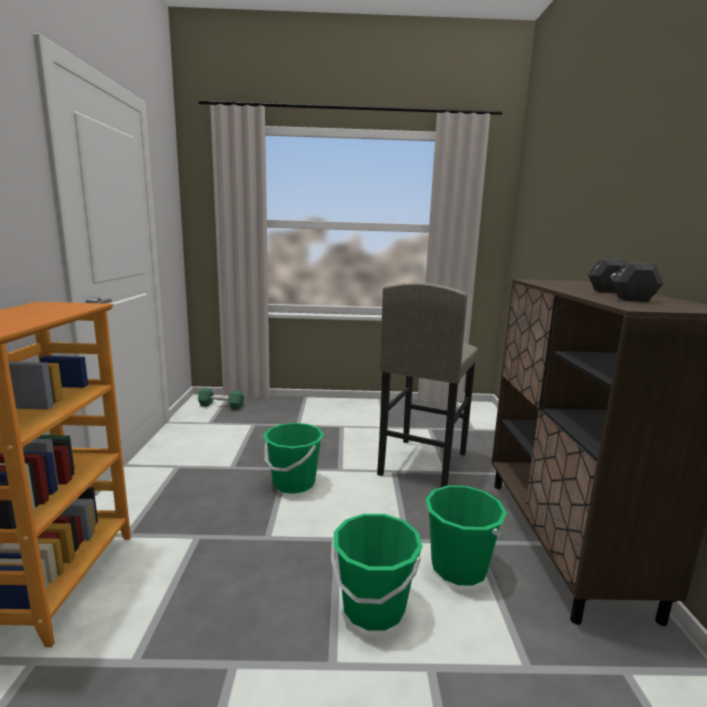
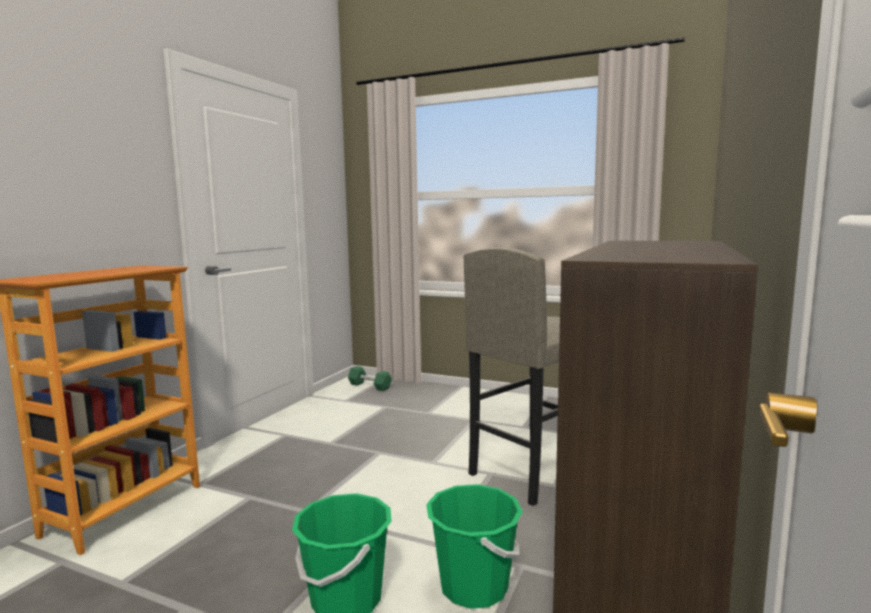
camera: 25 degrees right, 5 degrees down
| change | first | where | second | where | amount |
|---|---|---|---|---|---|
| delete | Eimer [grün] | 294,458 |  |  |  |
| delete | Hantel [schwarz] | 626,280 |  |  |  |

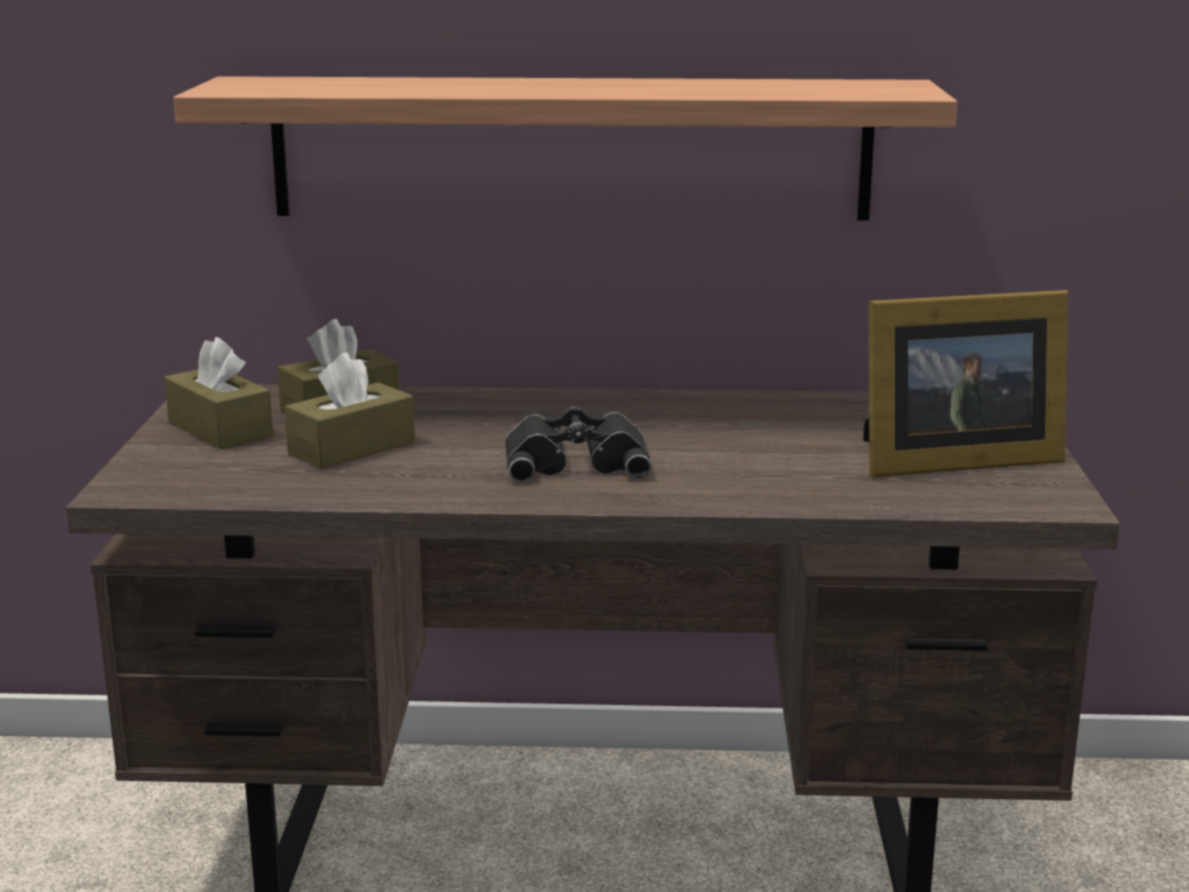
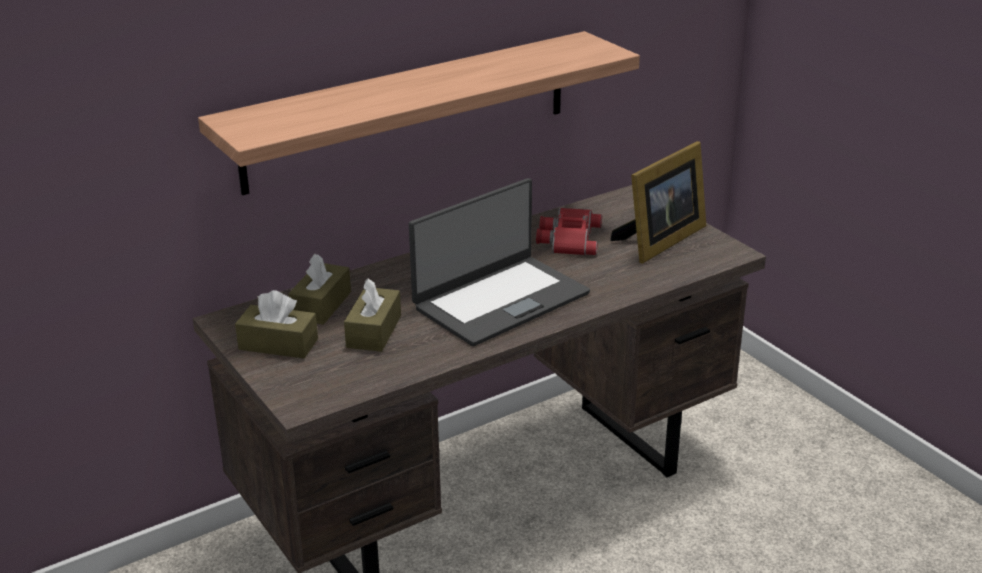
camera: 35 degrees left, 10 degrees up
| change | first | where | second | where | amount |
|---|---|---|---|---|---|
| insert |  |  | Fernglas [rot] | 569,231 |  |
| replace | Fernglas [schwarz] | 578,444 | Laptop | 499,262 |  |

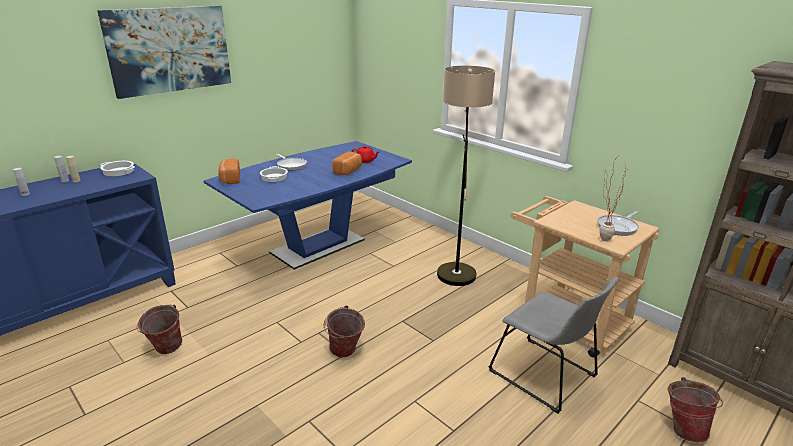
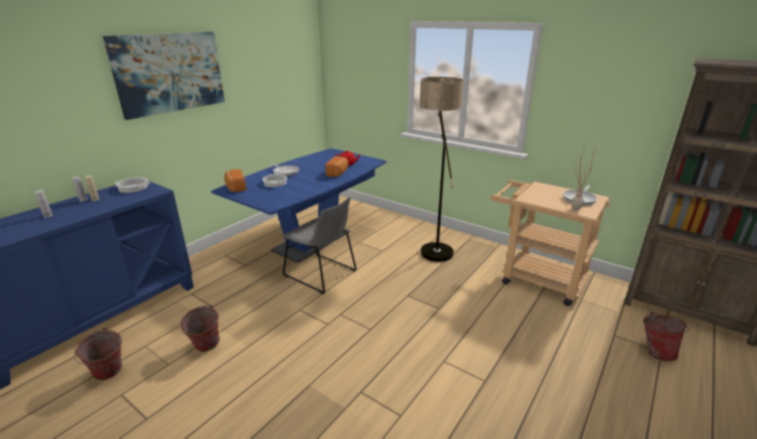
camera: 10 degrees left, 0 degrees up
| change | first | where | second | where | amount |
|---|---|---|---|---|---|
| move | Eimer | 344,331 |  | 98,354 |  |
| move | Stuhl [grau] | 554,345 |  | 319,245 |  |

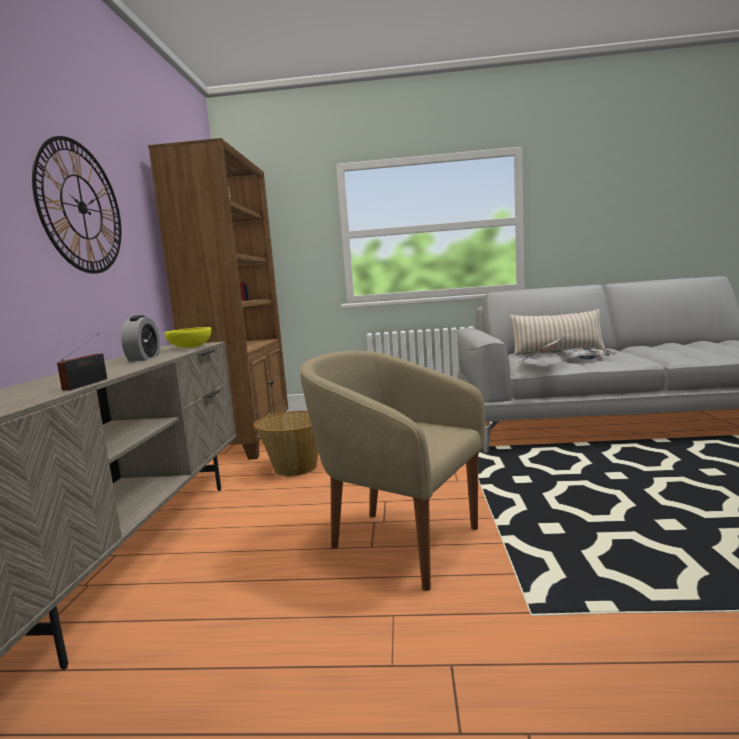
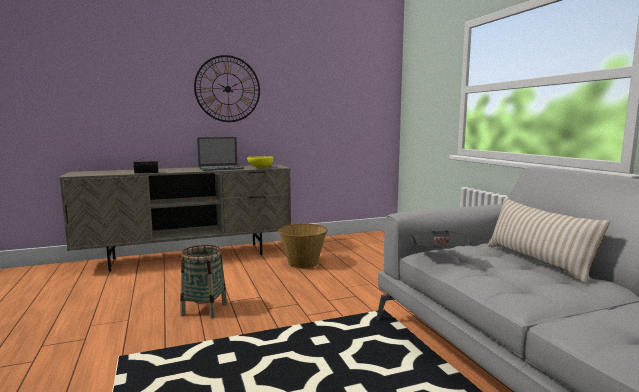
camera: 65 degrees right, 0 degrees up
| change | first | where | second | where | amount |
|---|---|---|---|---|---|
| delete | Bücherregal [braun] | 218,299 |  |  |  |
| delete | Tablett | 589,353 |  |  |  |
| replace | Wecker | 140,338 | Laptop | 220,154 |  |
| replace | Sessel [beige] | 392,471 | Korb | 203,282 |  |

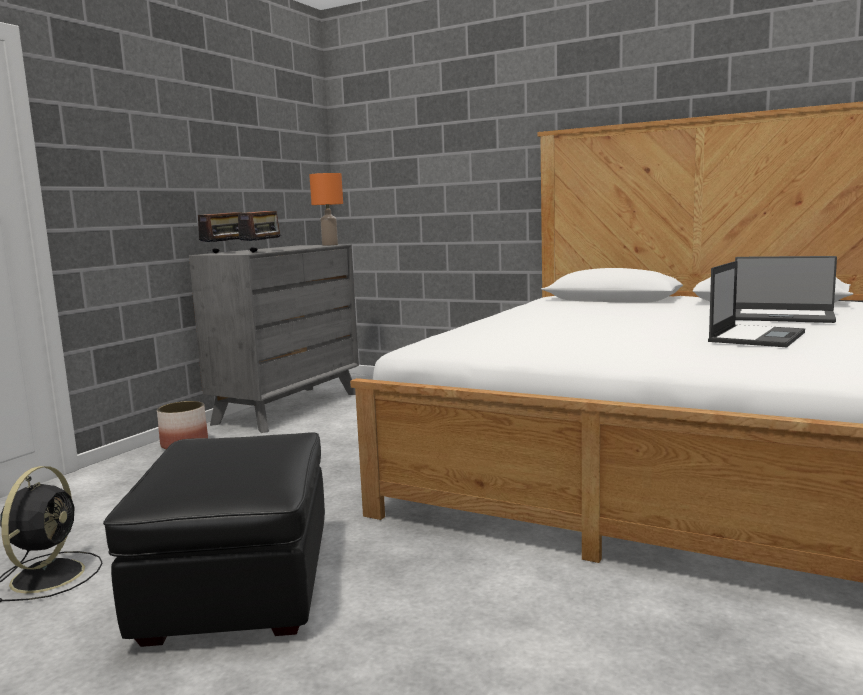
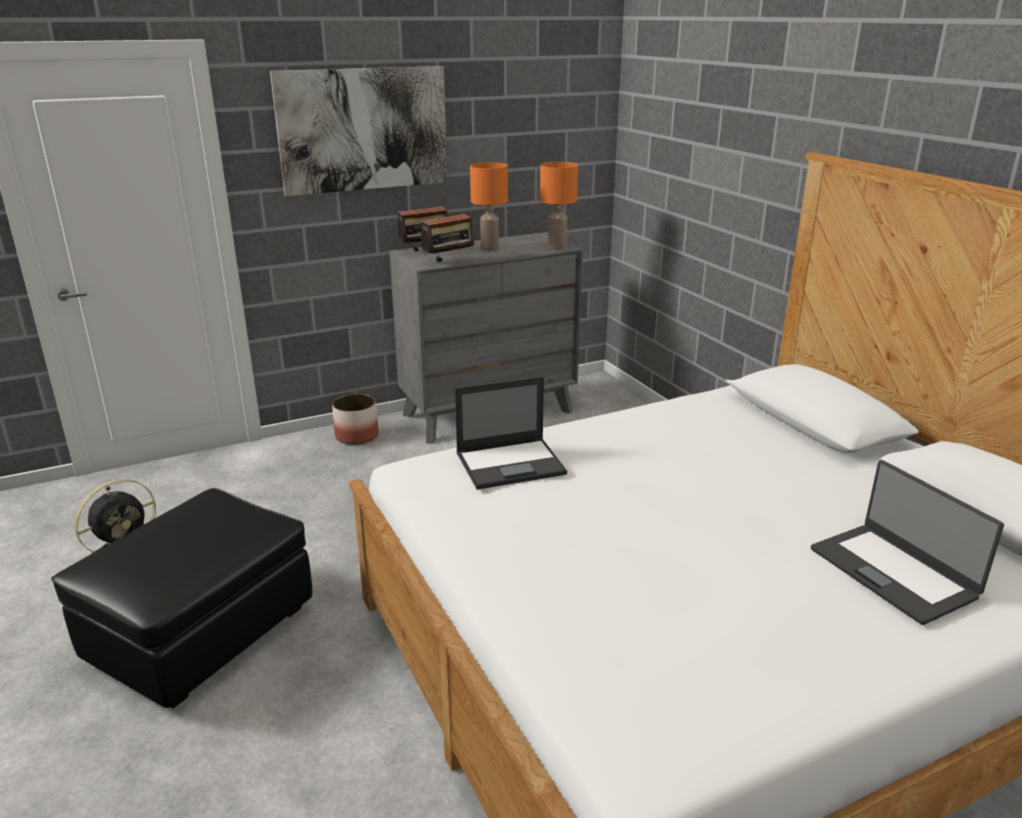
camera: 35 degrees right, 15 degrees up
| change | first | where | second | where | amount |
|---|---|---|---|---|---|
| insert |  |  | Bild | 358,131 |  |
| insert |  |  | Tischlampe [orange] | 489,206 |  |
| move | Laptop | 756,304 |  | 511,433 |  |

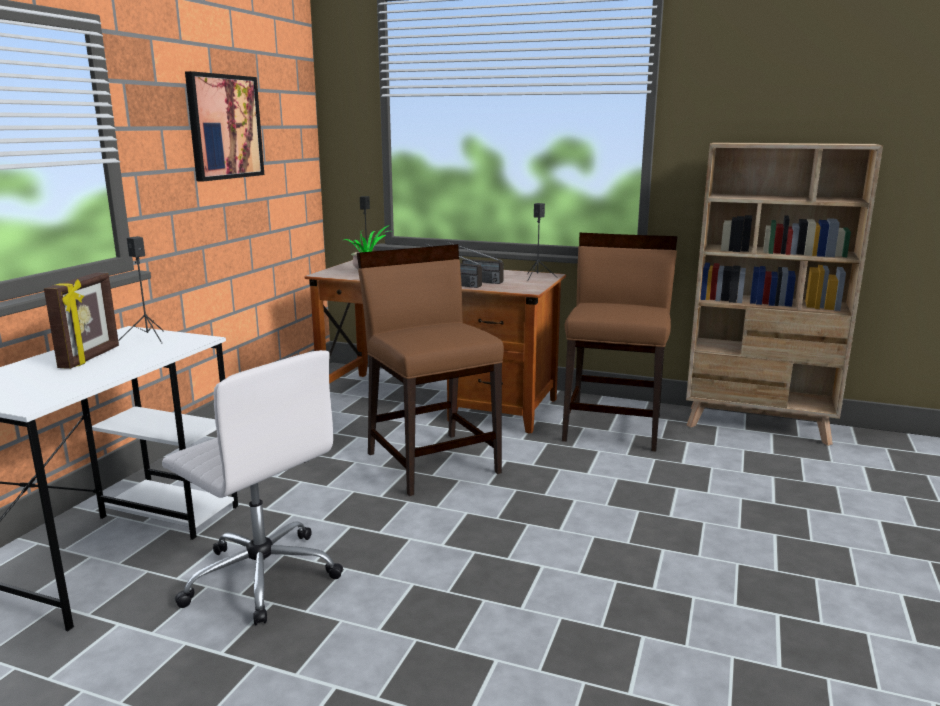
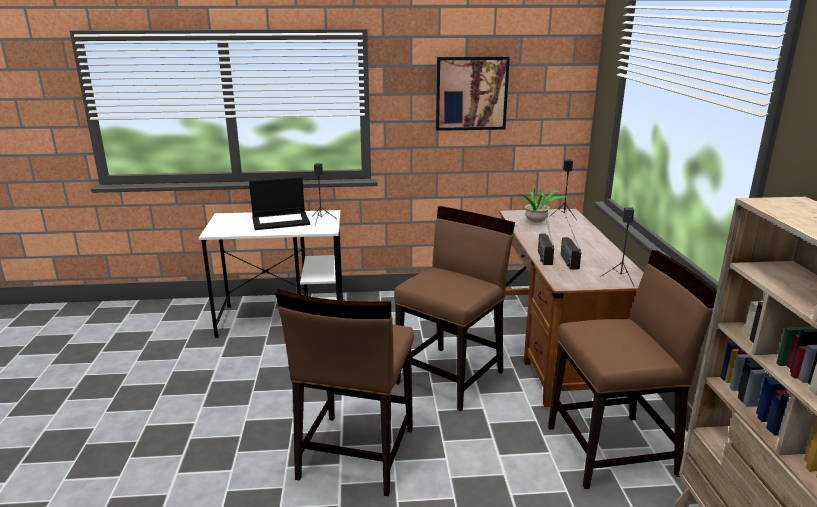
camera: 65 degrees right, 5 degrees up
| change | first | where | second | where | amount |
|---|---|---|---|---|---|
| delete | Bürostuhl [weiß] | 252,487 |  |  |  |
| insert |  |  | Stuhl [braun] | 344,392 |  |
| replace | Bilderrahmen | 81,320 | Laptop | 279,203 |  |

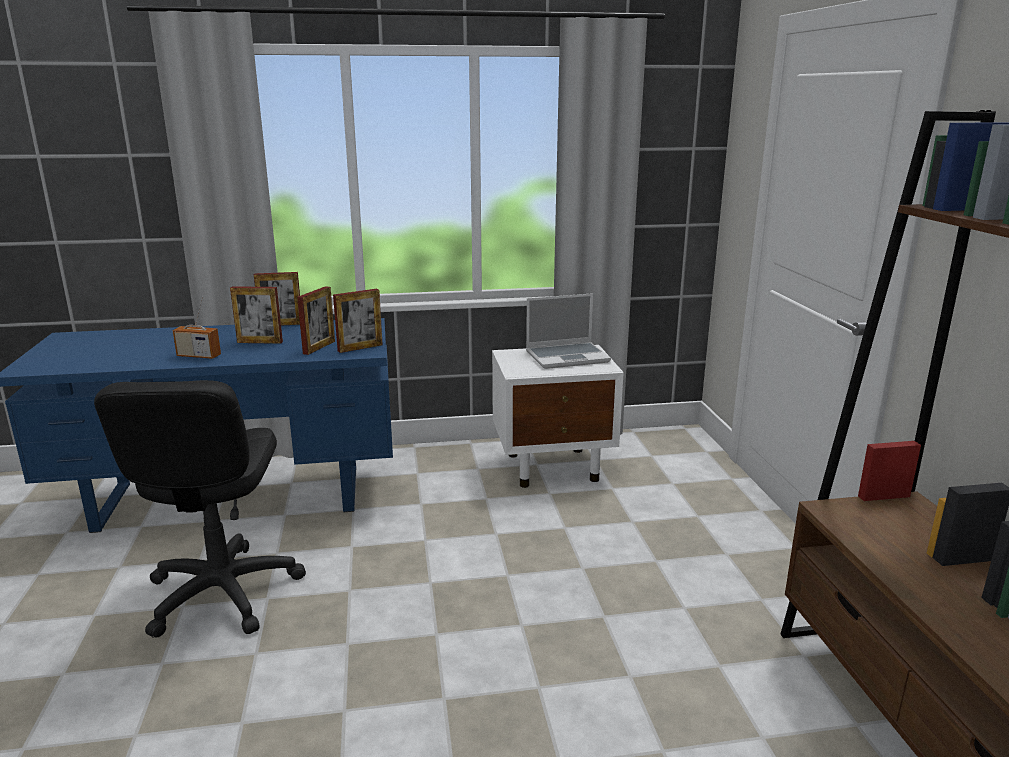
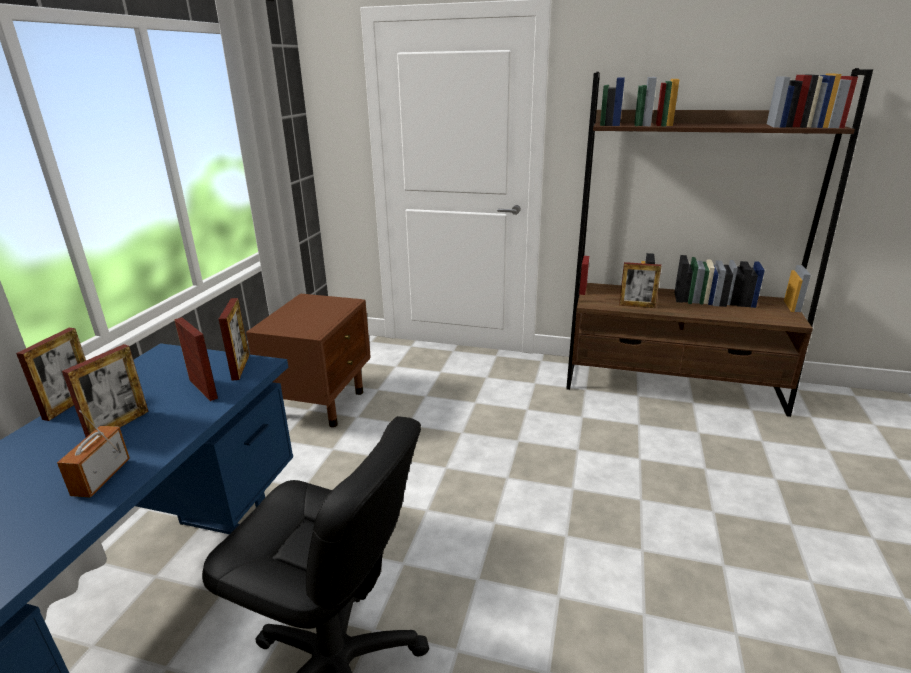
camera: 65 degrees left, 5 degrees up
| change | first | where | second | where | amount |
|---|---|---|---|---|---|
| delete | Laptop | 568,331 |  |  |  |
| insert |  |  | Bilderrahmen | 640,285 |  |
| recolor | Nachttisch [weiß] | 558,416 | Nachttisch [braun] | 308,360 |  |
| rotate | Radio | 197,328 |  | 93,453 | 150 degrees clockwise |

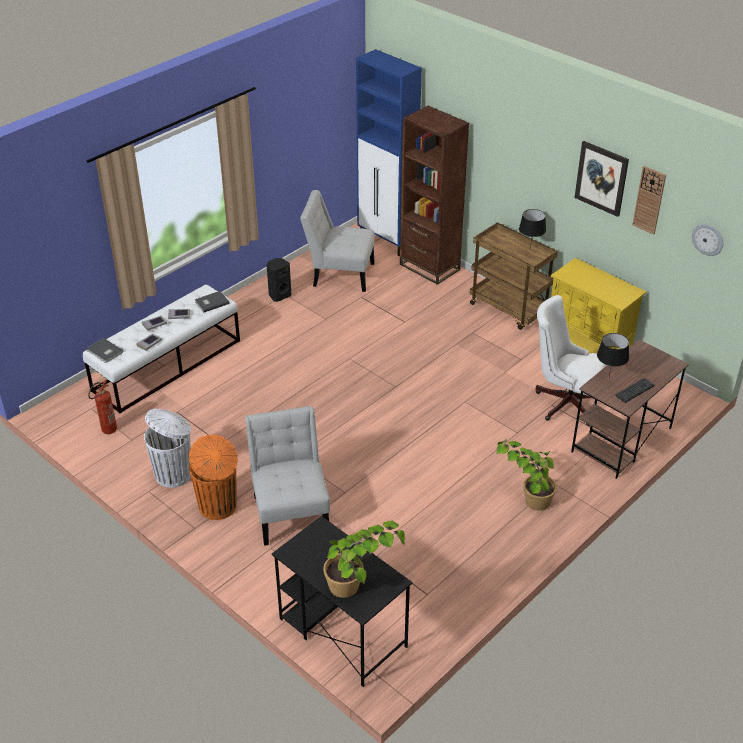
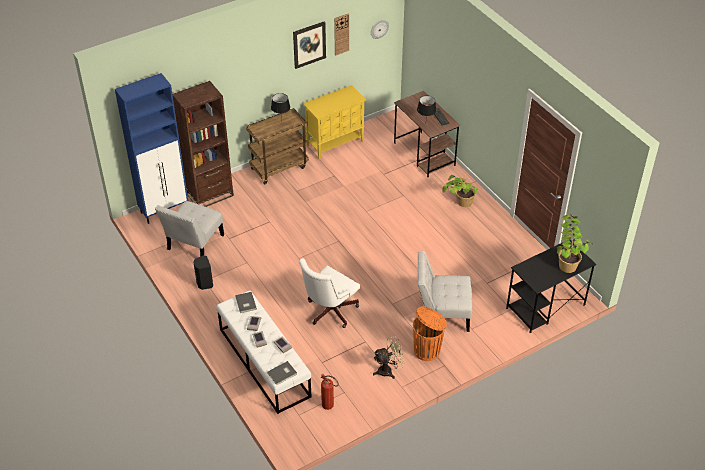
camera: 75 degrees left, 5 degrees up
| change | first | where | second | where | amount |
|---|---|---|---|---|---|
| move | Bürostuhl [weiß] | 571,360 |  | 329,293 |  |
| replace | Mülleimer [weiß] | 168,448 | Ventilator [beige] | 389,358 |  |

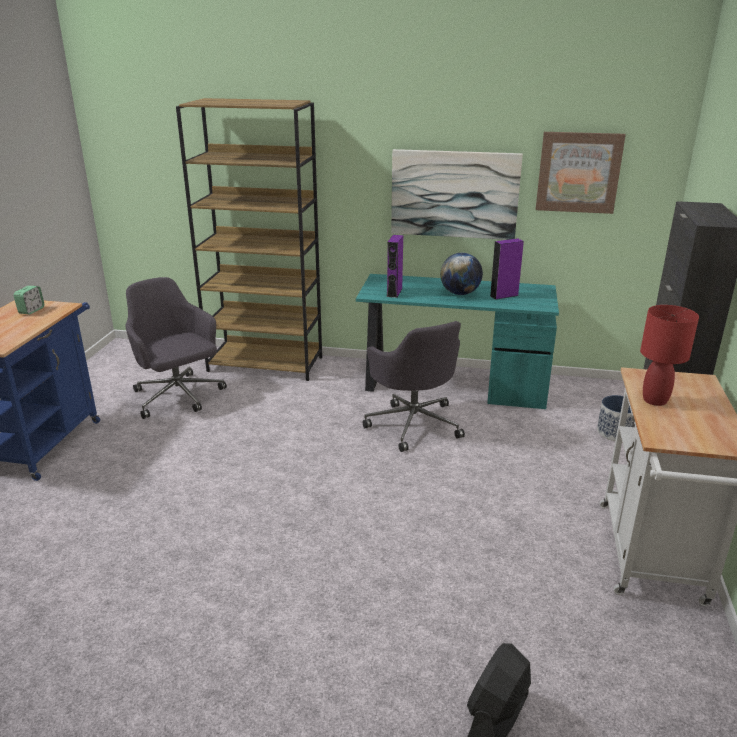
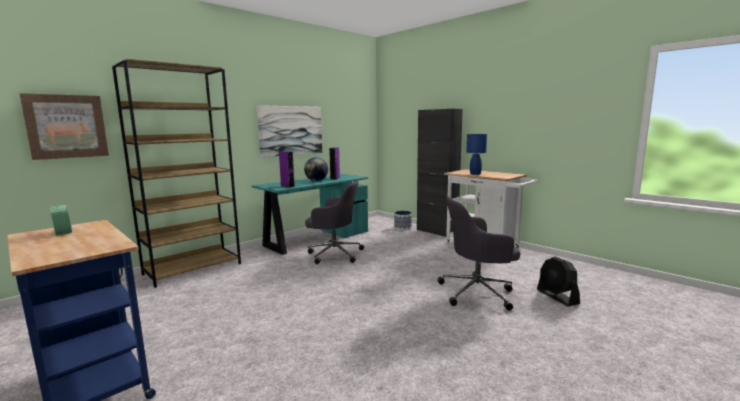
camera: 55 degrees left, 15 degrees down
| change | first | where | second | where | amount |
|---|---|---|---|---|---|
| move | Bürostuhl [grau] | 176,348 |  | 479,253 |  |
| move | Bild | 581,173 |  | 64,126 |  |
| recolor | Tischlampe [rot] | 669,355 | Tischlampe [blau] | 476,154 |  |

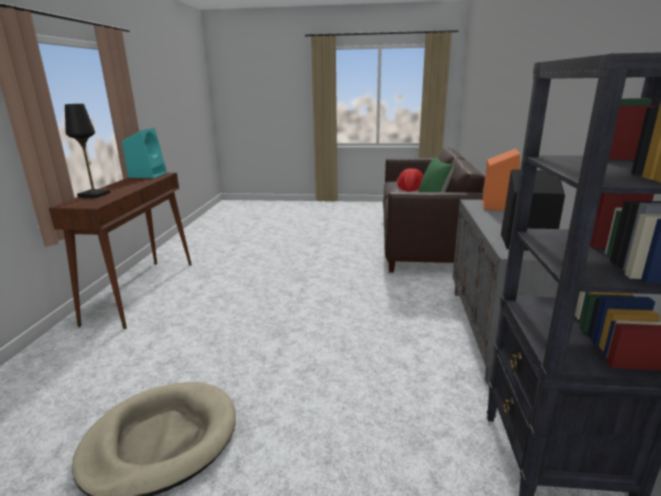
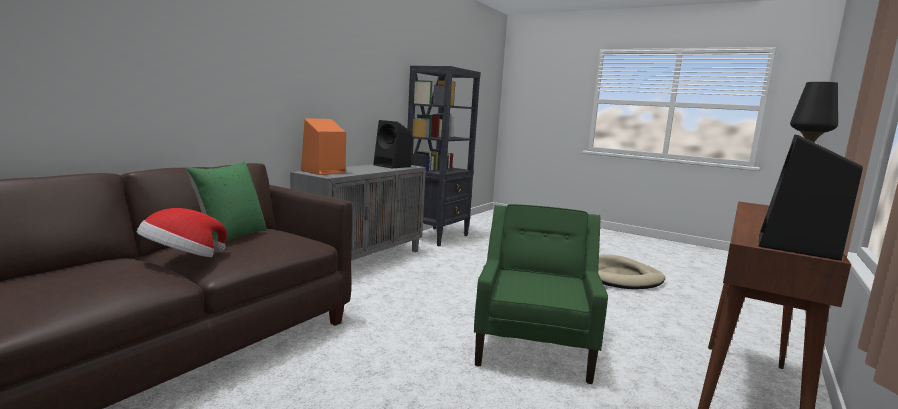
camera: 155 degrees left, 10 degrees down
| change | first | where | second | where | amount |
|---|---|---|---|---|---|
| insert |  |  | Sessel [grün] | 541,294 |  |
| recolor | Lautsprecher [türkis] | 144,153 | Lautsprecher [schwarz] | 811,198 |  |

